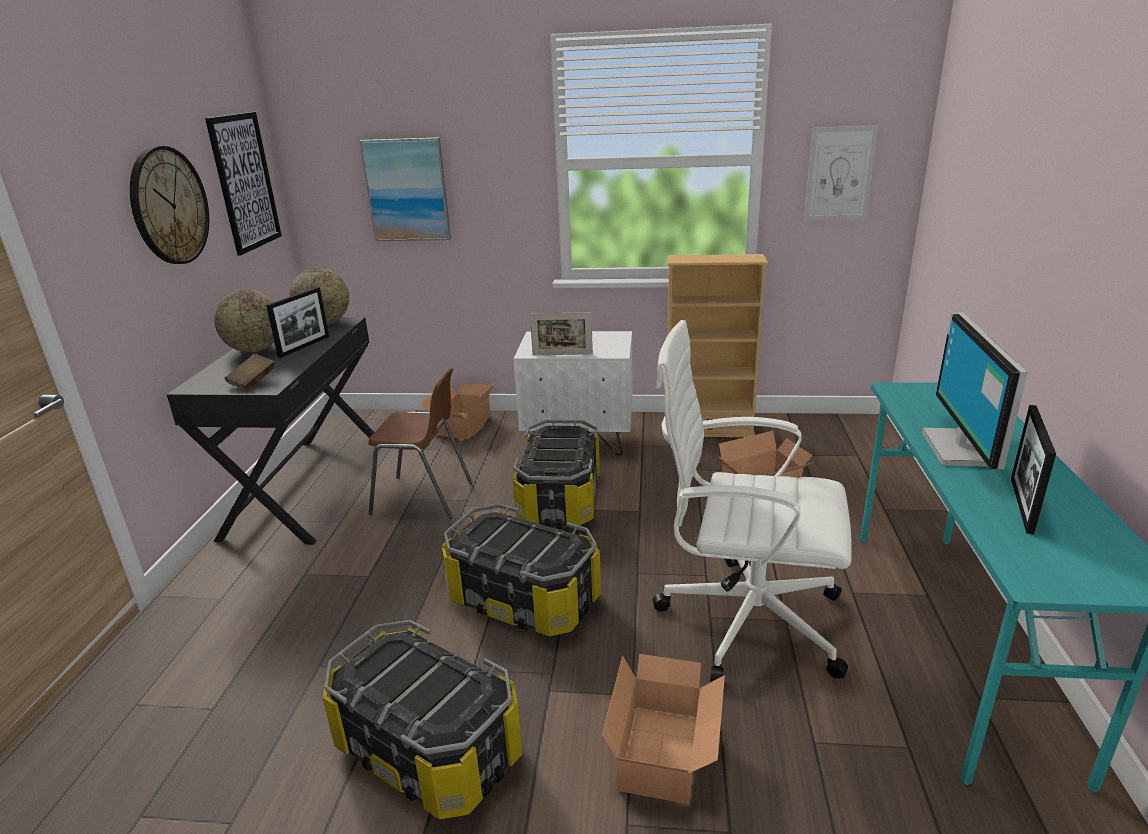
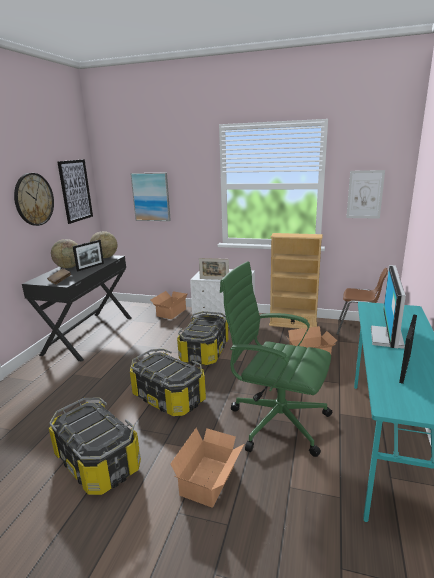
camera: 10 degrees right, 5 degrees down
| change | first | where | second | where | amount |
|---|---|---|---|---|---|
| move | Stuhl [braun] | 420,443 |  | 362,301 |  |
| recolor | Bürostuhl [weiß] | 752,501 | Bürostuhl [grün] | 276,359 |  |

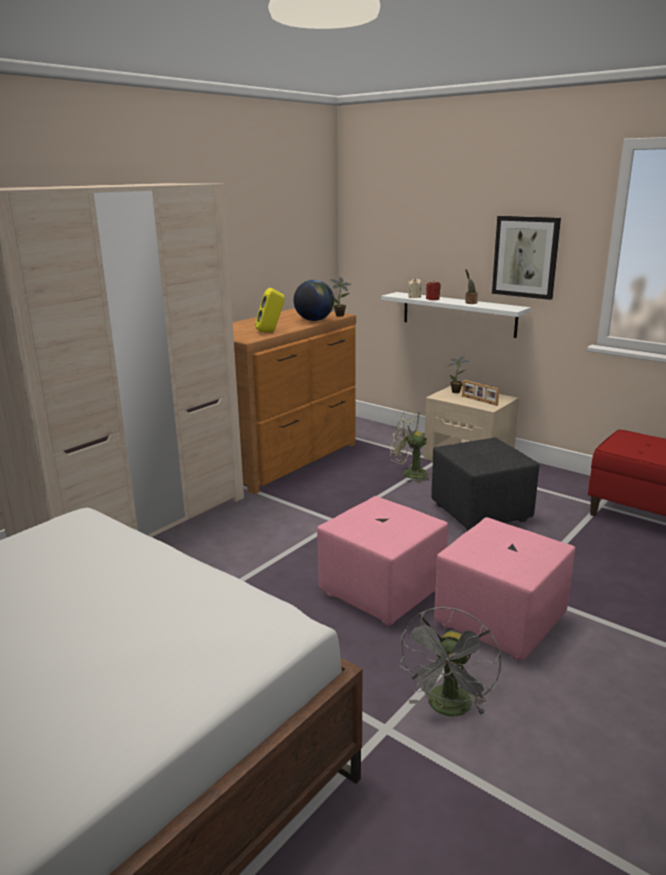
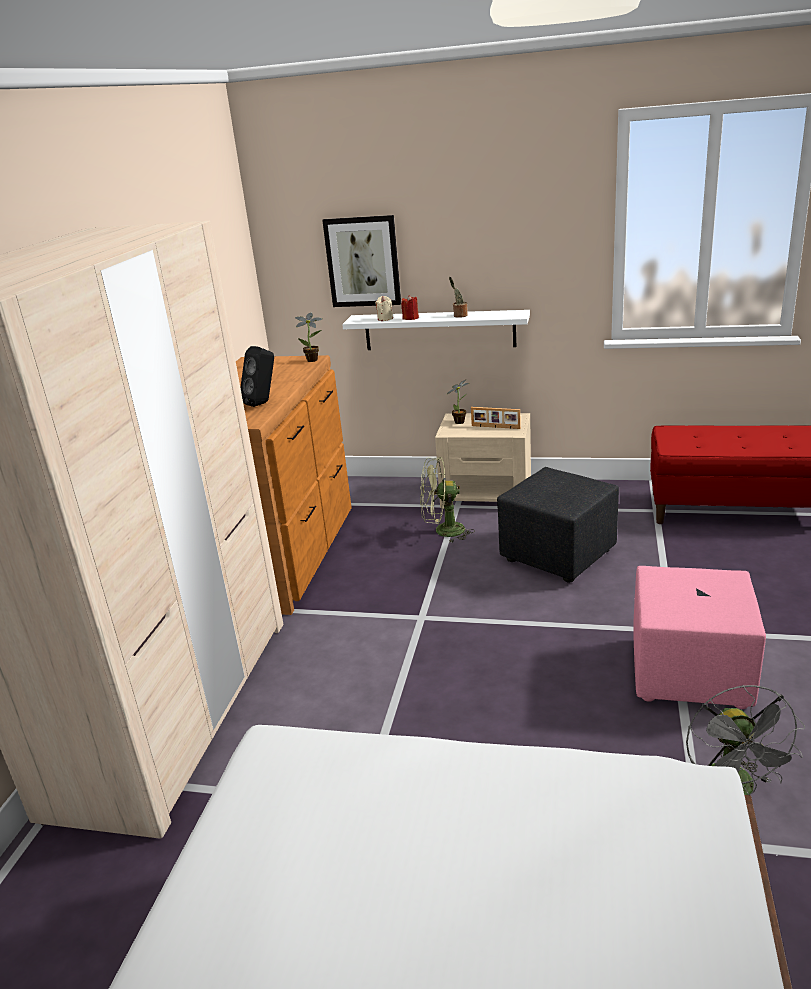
camera: 25 degrees left, 5 degrees up
| change | first | where | second | where | amount |
|---|---|---|---|---|---|
| delete | Globus | 314,300 |  |  |  |
| delete | Polsterhocker [rosa] | 382,561 |  |  |  |
| move | Bild | 526,258 |  | 361,261 |  |
| recolor | Lautsprecher [gelb] | 270,310 | Lautsprecher [schwarz] | 257,376 |  |

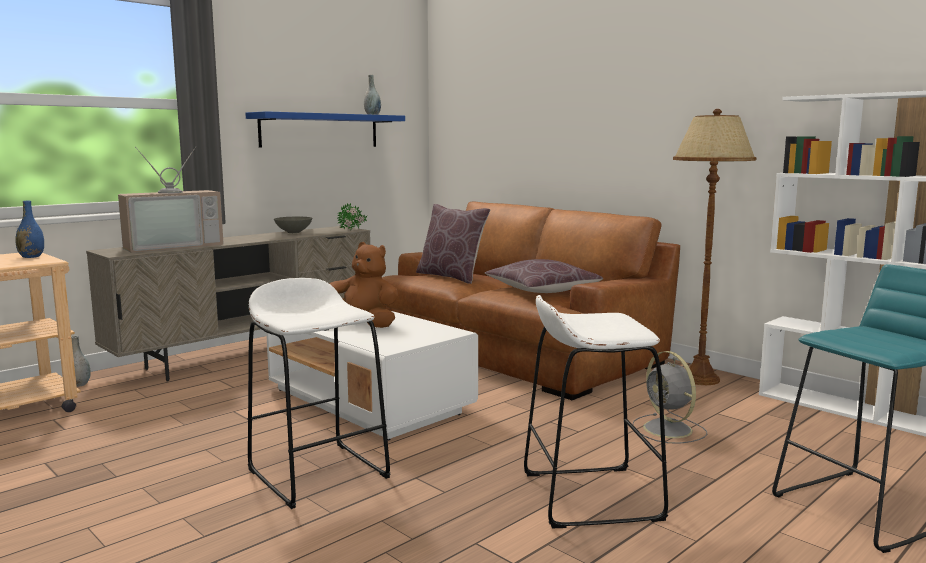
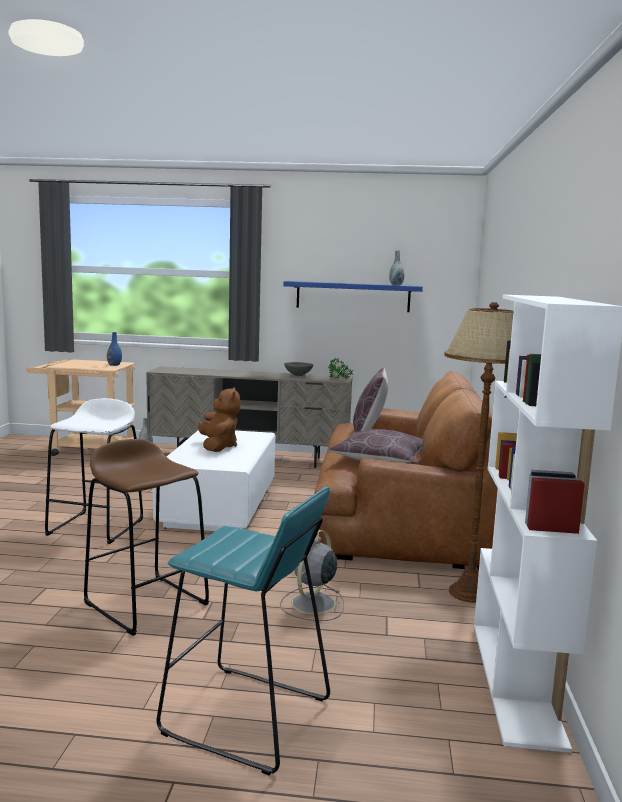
camera: 50 degrees right, 0 degrees up
| change | first | where | second | where | amount |
|---|---|---|---|---|---|
| delete | Fernseher | 171,199 |  |  |  |
| recolor | Hocker [weiß] | 596,411 | Hocker [braun] | 146,537 |  |

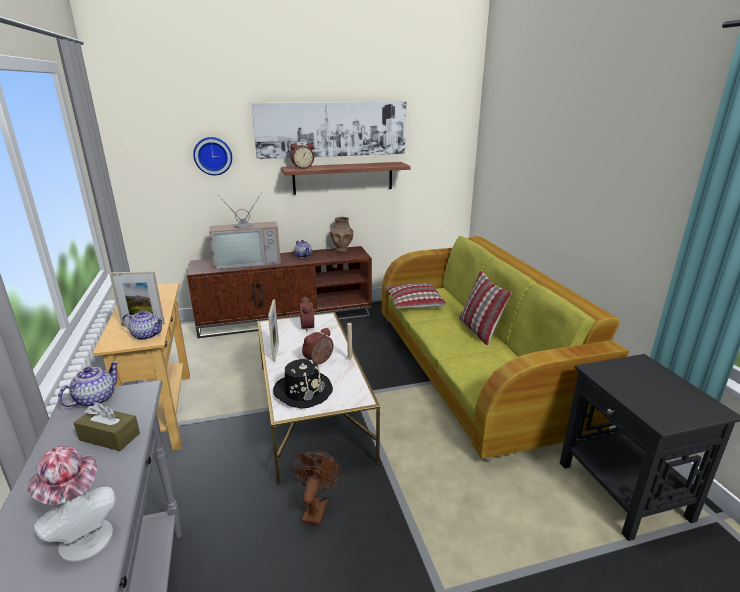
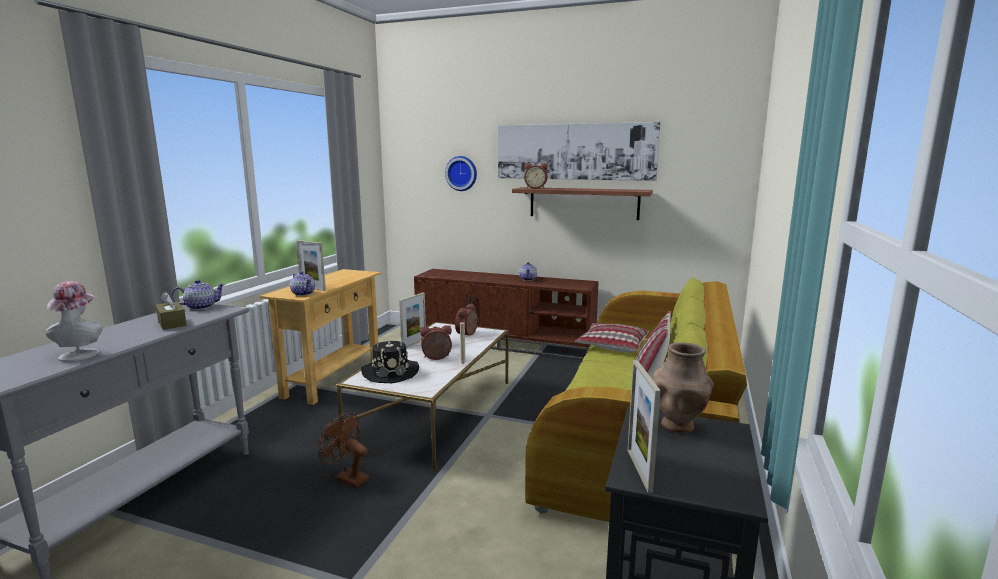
camera: 35 degrees right, 10 degrees down
| change | first | where | second | where | amount |
|---|---|---|---|---|---|
| delete | Fernseher | 245,231 |  |  |  |
| insert |  |  | Bilderrahmen | 644,426 |  |
| move | Vase [braun] | 341,234 |  | 683,388 |  |
| rotate | Ventilator [braun] | 317,488 |  | 343,450 | 105 degrees counterclockwise |

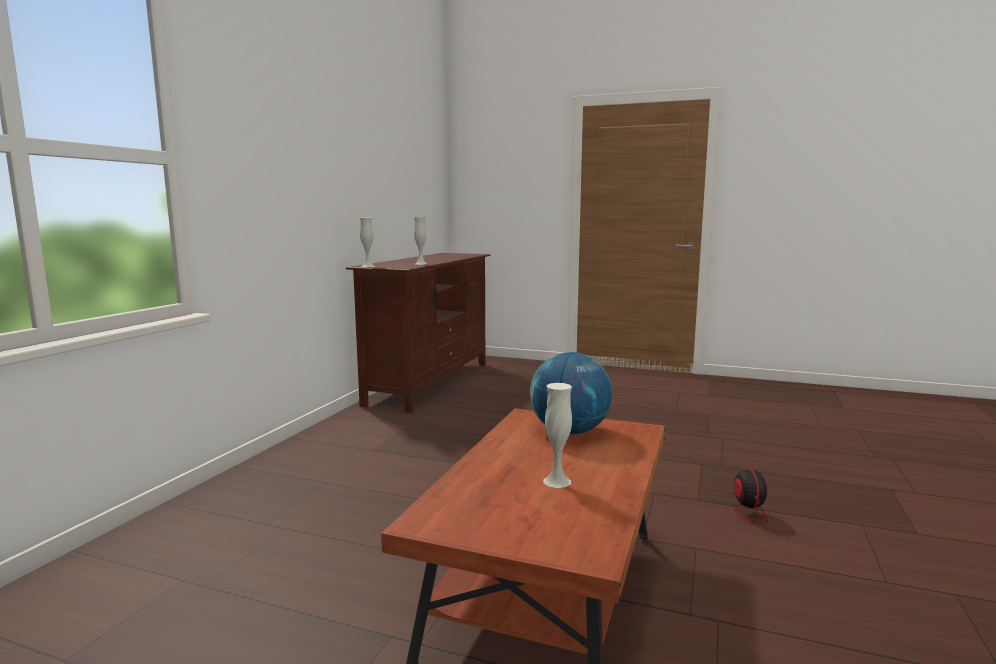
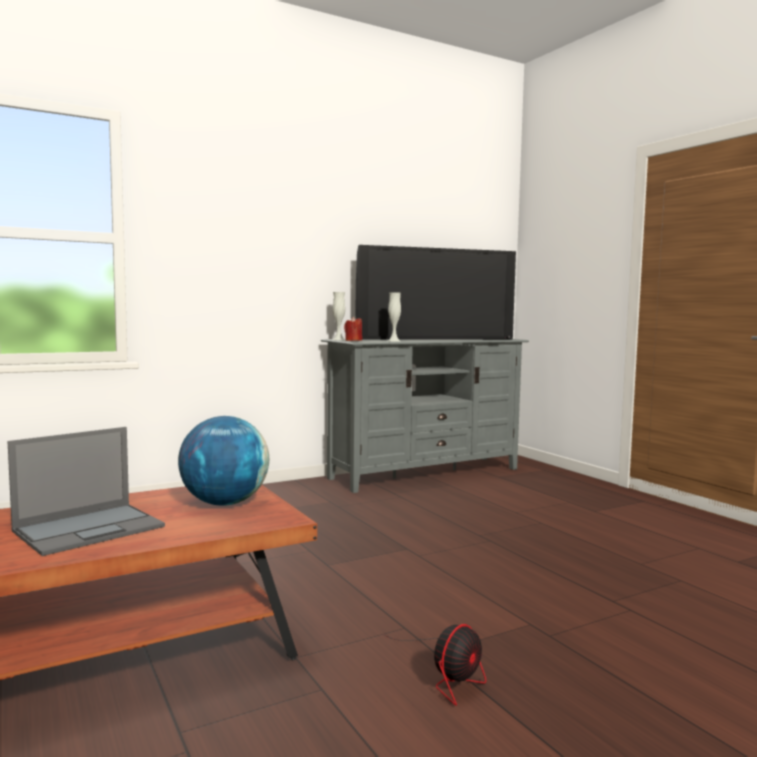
camera: 40 degrees right, 5 degrees down
| change | first | where | second | where | amount |
|---|---|---|---|---|---|
| insert |  |  | Kerze [rot] | 353,328 |  |
| insert |  |  | Fernseher | 436,292 |  |
| replace | Vase [weiß] | 557,435 | Laptop | 86,491 |  |
| recolor | Fernsehschrank [braun] | 418,333 | Fernsehschrank [grau] | 425,416 |  |

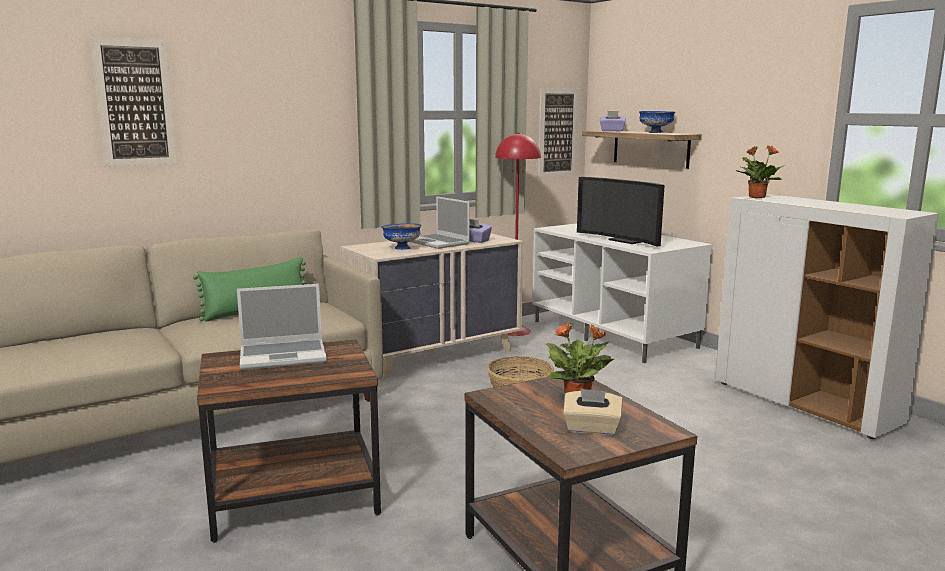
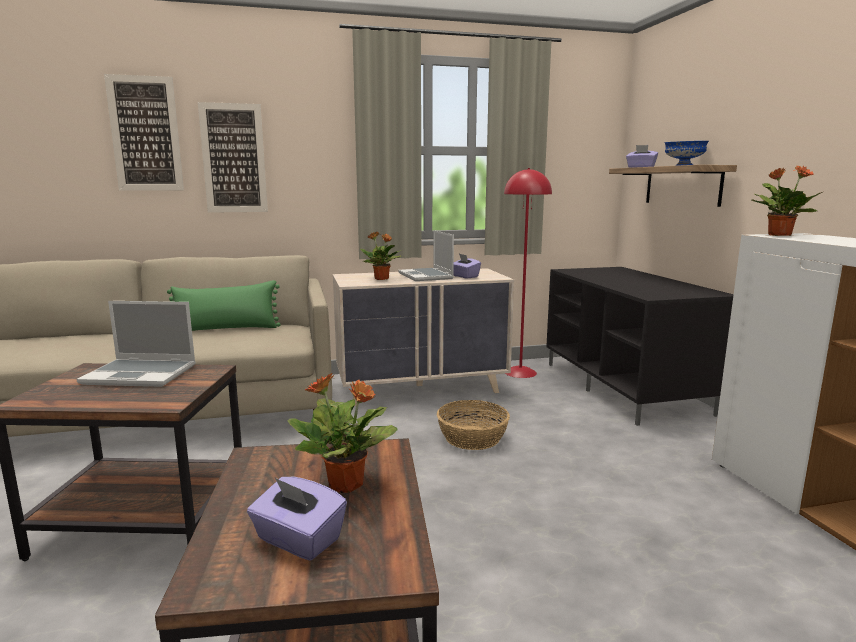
camera: 20 degrees right, 0 degrees up
| change | first | where | second | where | amount |
|---|---|---|---|---|---|
| delete | Fernseher | 621,211 |  |  |  |
| move | Bild | 558,133 |  | 233,157 |  |
| replace | Schüssel [blau] | 402,236 | Topfpflanze | 380,256 |  |
| recolor | Fernsehschrank [weiß] | 622,293 | Fernsehschrank [schwarz] | 640,346 |  |
| recolor | Taschentuchbox [beige] | 592,412 | Taschentuchbox [lila] | 297,518 |  |

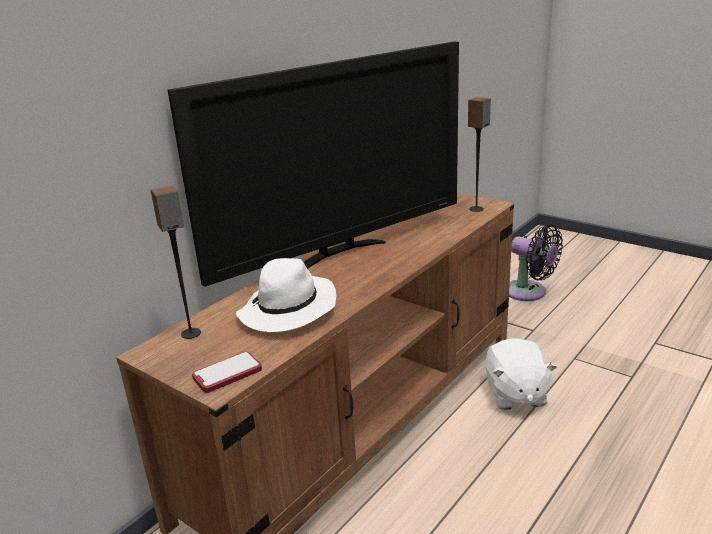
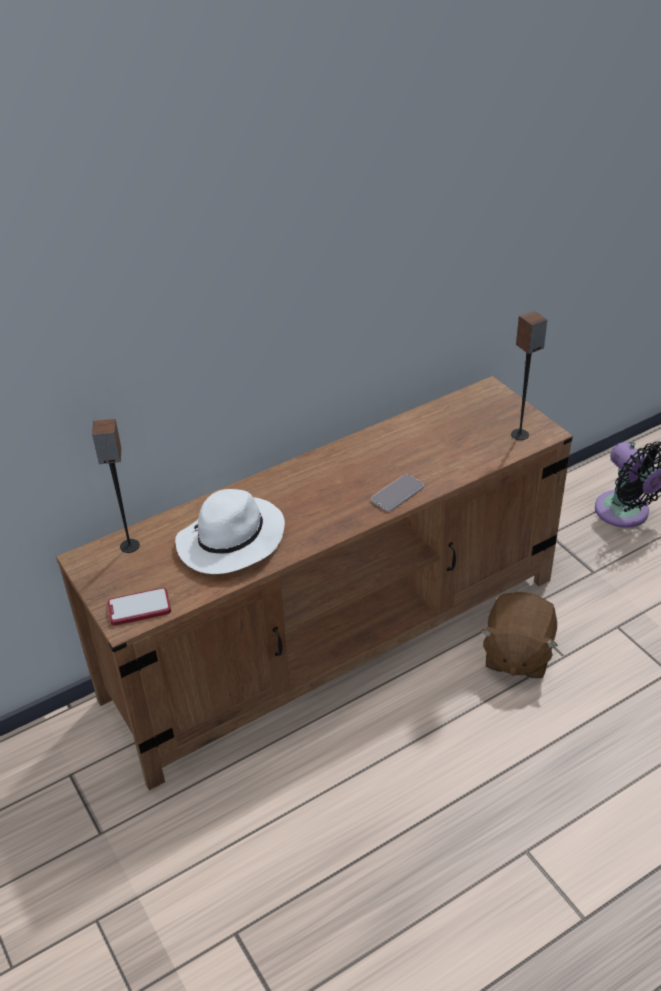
camera: 20 degrees right, 15 degrees up
| change | first | where | second | where | amount |
|---|---|---|---|---|---|
| delete | Fernseher | 313,164 |  |  |  |
| insert |  |  | Handy | 397,492 |  |
| recolor | Plüschtier [weiß] | 521,374 | Plüschtier [braun] | 519,635 |  |

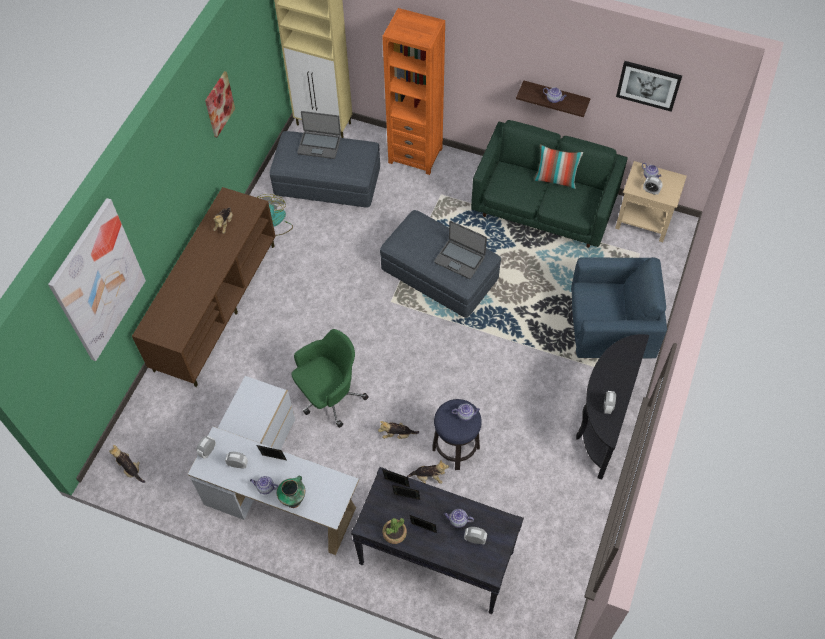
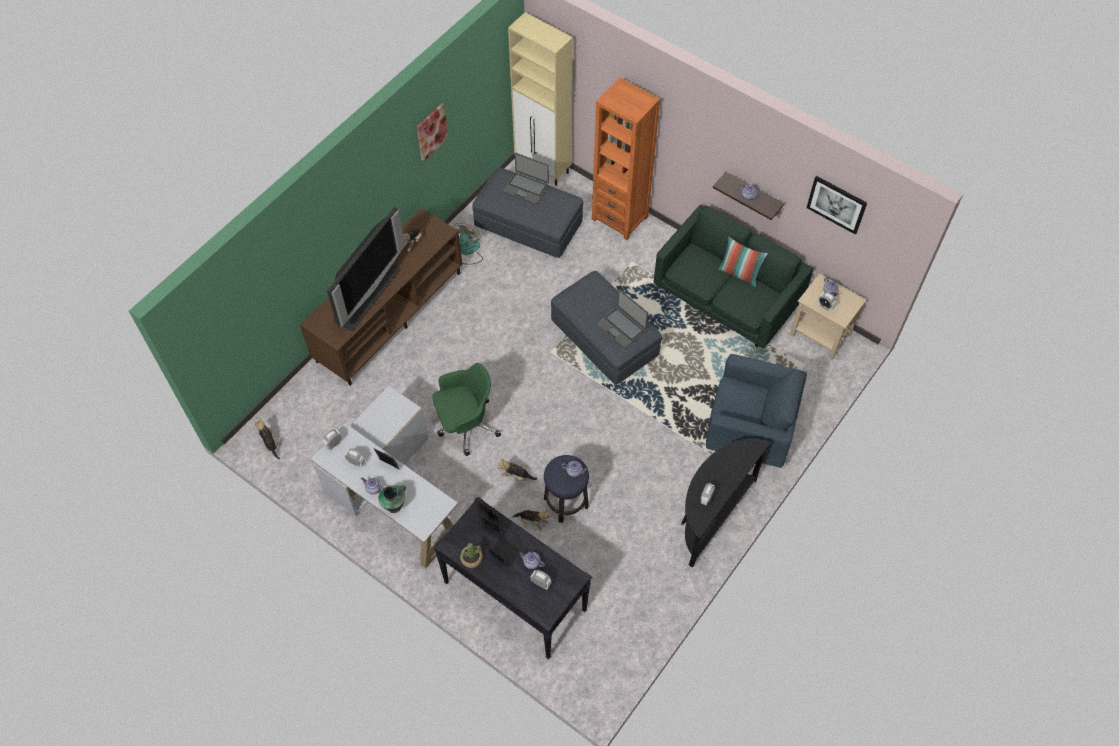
camera: 15 degrees right, 0 degrees up
| change | first | where | second | where | amount |
|---|---|---|---|---|---|
| delete | Bild | 97,279 |  |  |  |
| insert |  |  | Fernseher | 366,269 |  |

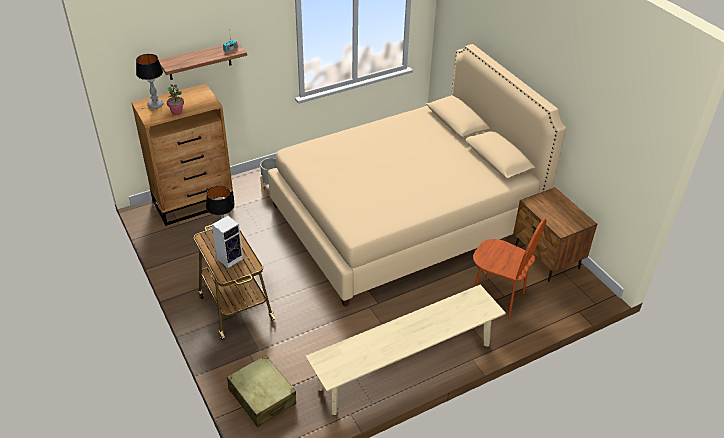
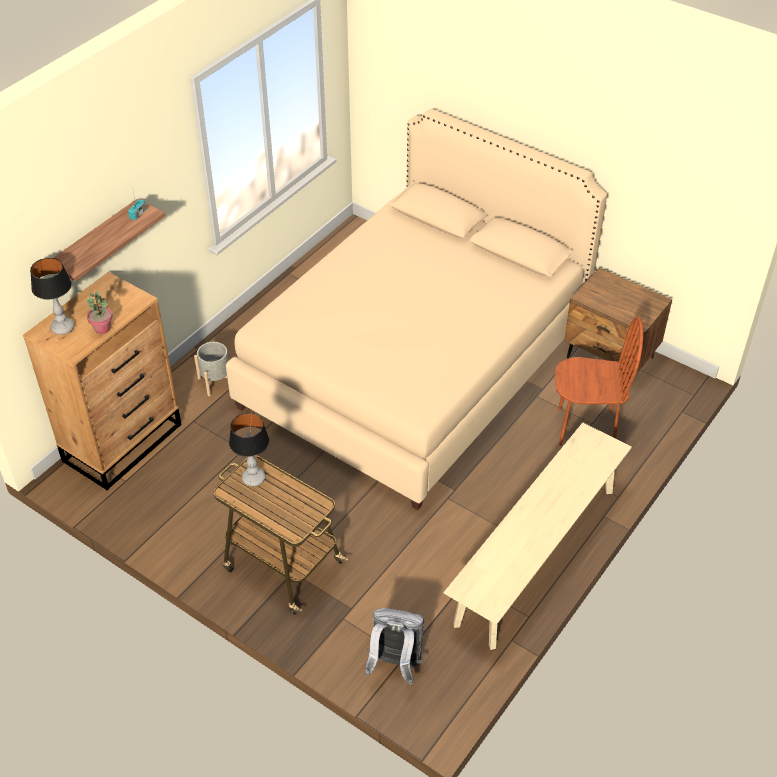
camera: 25 degrees left, 5 degrees up
| change | first | where | second | where | amount |
|---|---|---|---|---|---|
| delete | Lautsprecher | 227,242 |  |  |  |
| replace | Koffer [beige] | 261,391 | Rucksack [grau] | 394,646 |  |

